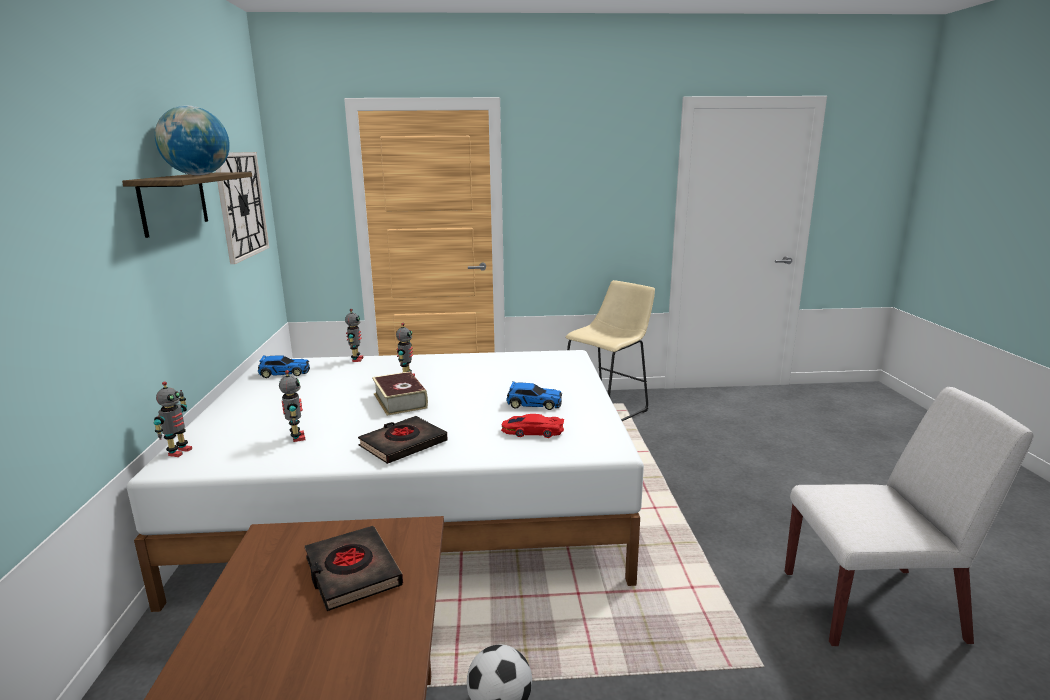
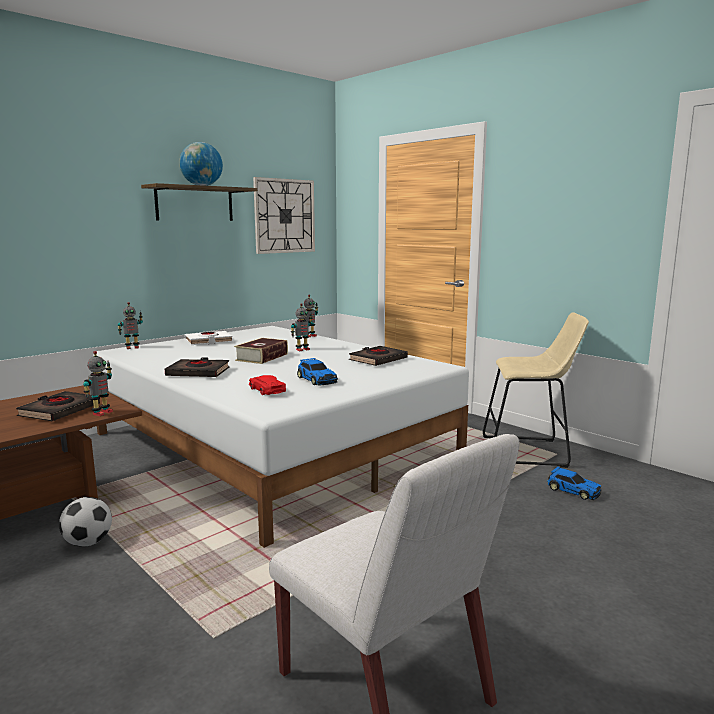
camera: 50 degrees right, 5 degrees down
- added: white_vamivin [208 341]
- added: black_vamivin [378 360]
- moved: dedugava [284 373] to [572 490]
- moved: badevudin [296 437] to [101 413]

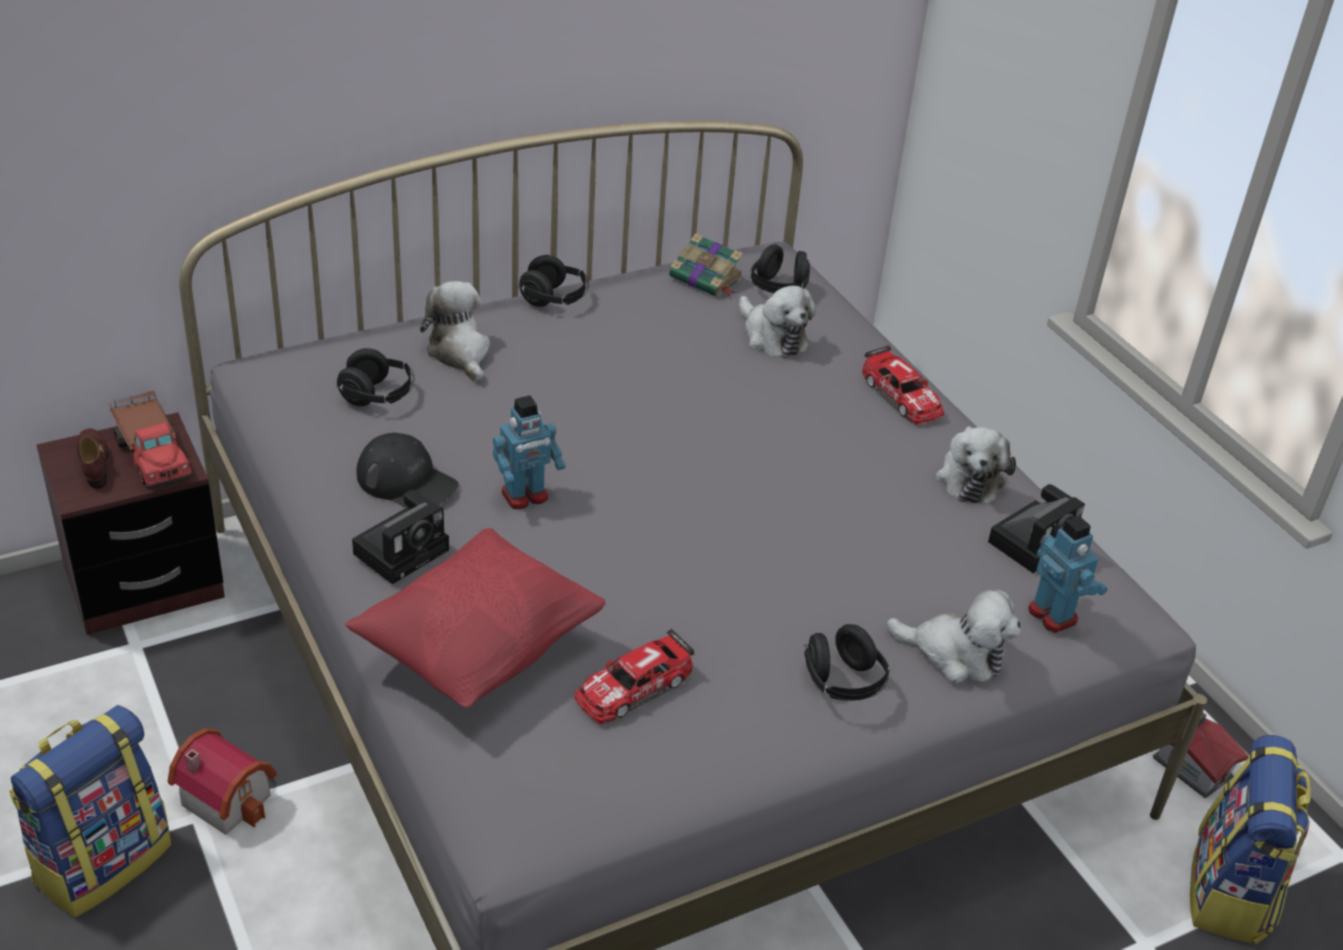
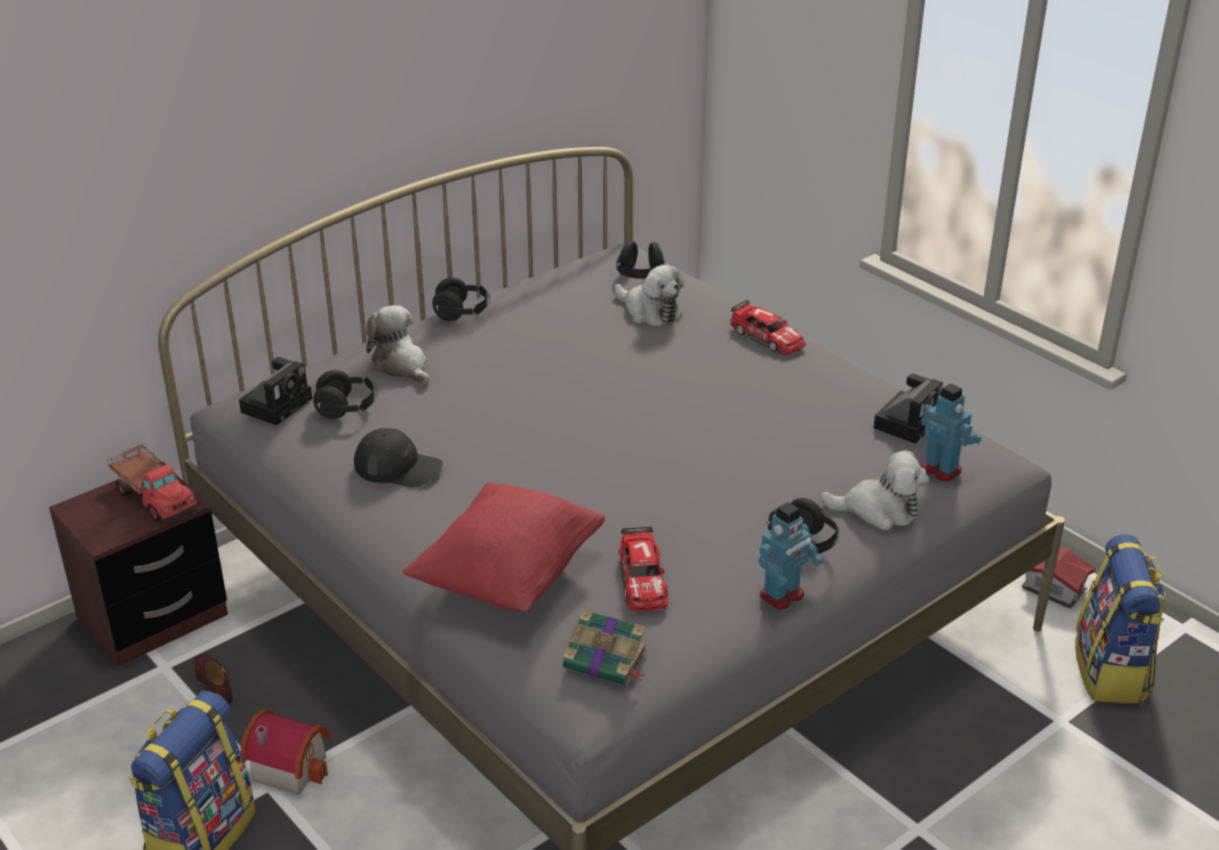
camera: 10 degrees left, 5 degrees down
- removed: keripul [969 477]
- moved: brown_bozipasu [94 462] to [214 682]
- moved: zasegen [403 549] to [278 404]
- moved: badevudin [525 496] to [783 596]
- moved: vamivin [707 278] to [607 660]
- turned: dedugava [634 687] = [642 579] 45 degrees counterclockwise

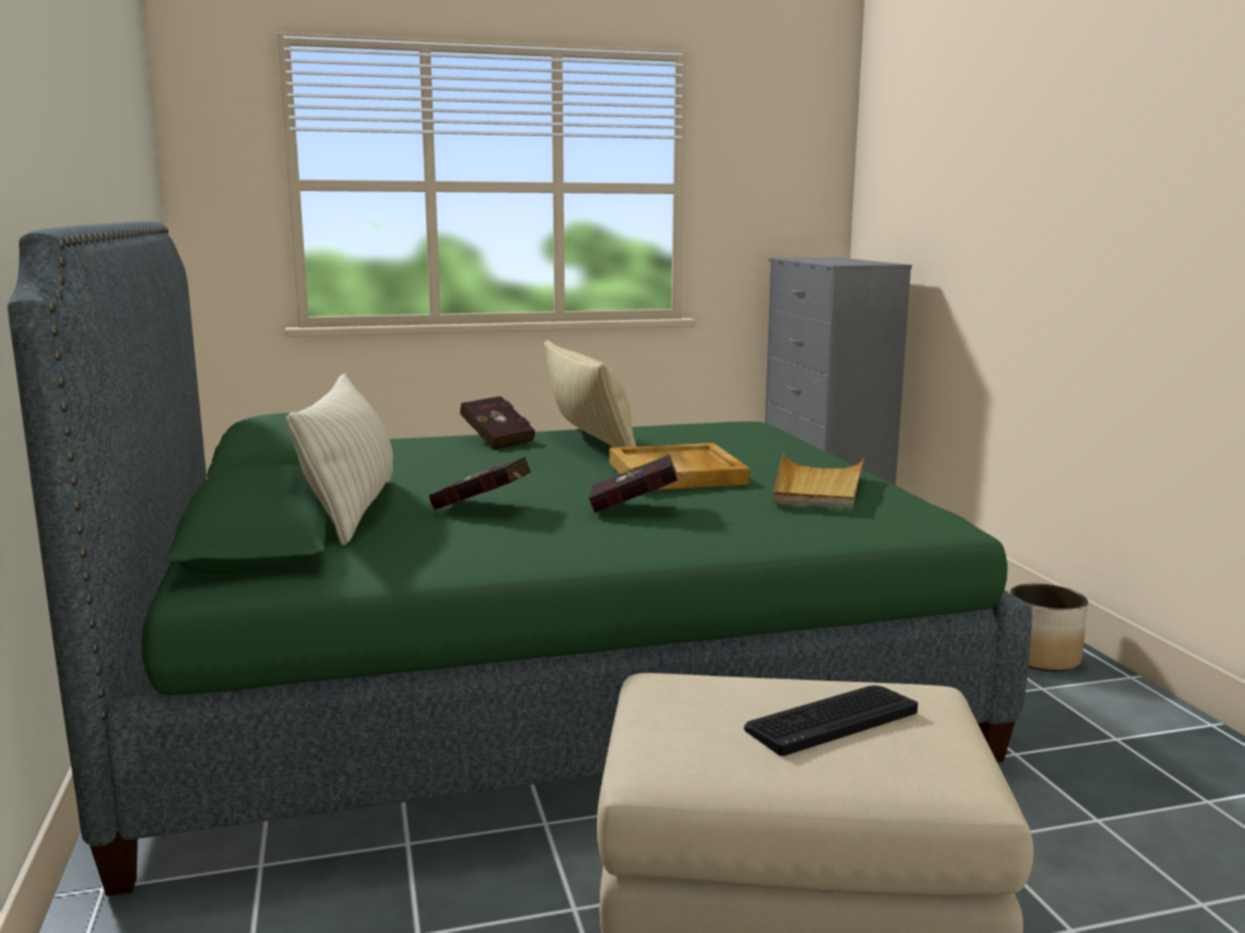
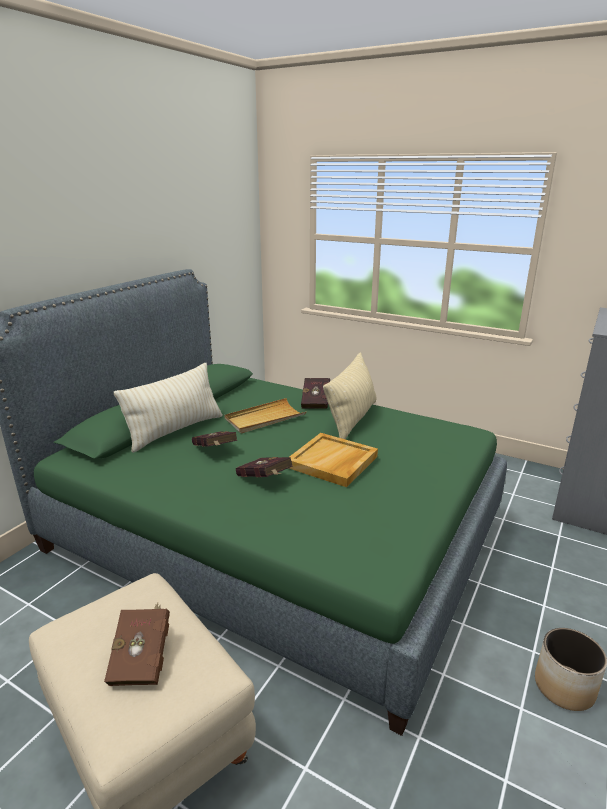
camera: 45 degrees right, 10 degrees up
- moved: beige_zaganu [817 487] to [264 418]
- replaced: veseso [830 720] to brown_vamivin [143 657]

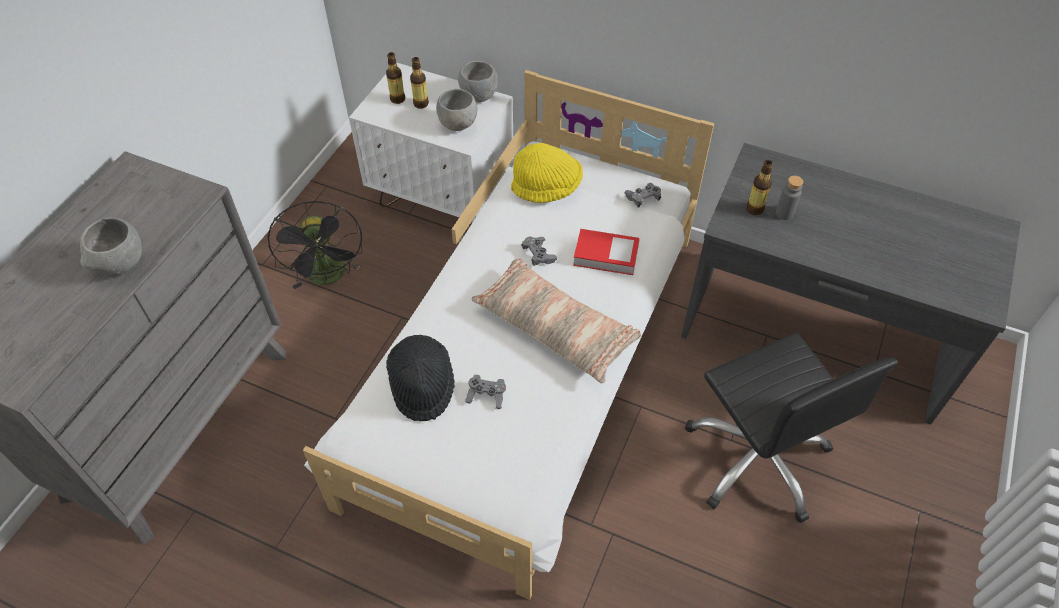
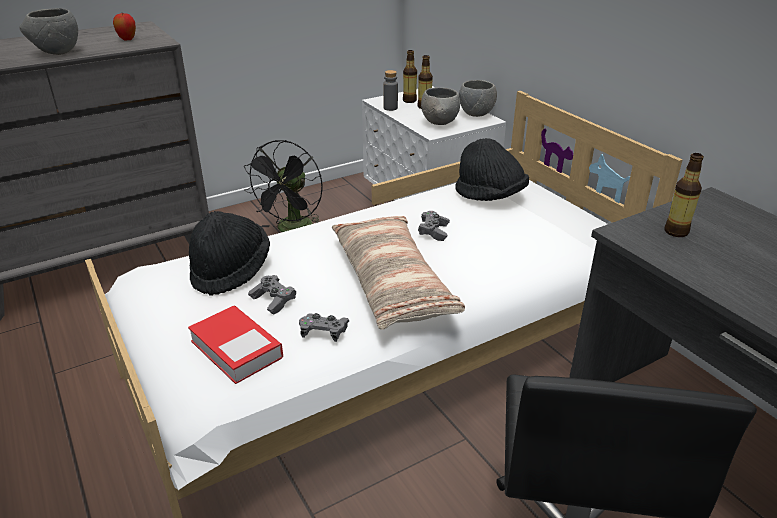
camera: 35 degrees right, 20 degrees down
- added: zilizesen [127 40]
- moved: vamivin [606 255] to [236 349]
- moved: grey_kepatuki [643 198] to [324 333]
- moved: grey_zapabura [784 213] to [390 108]
- recoloured: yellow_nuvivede [547 188] to black_nuvivede [490 196]

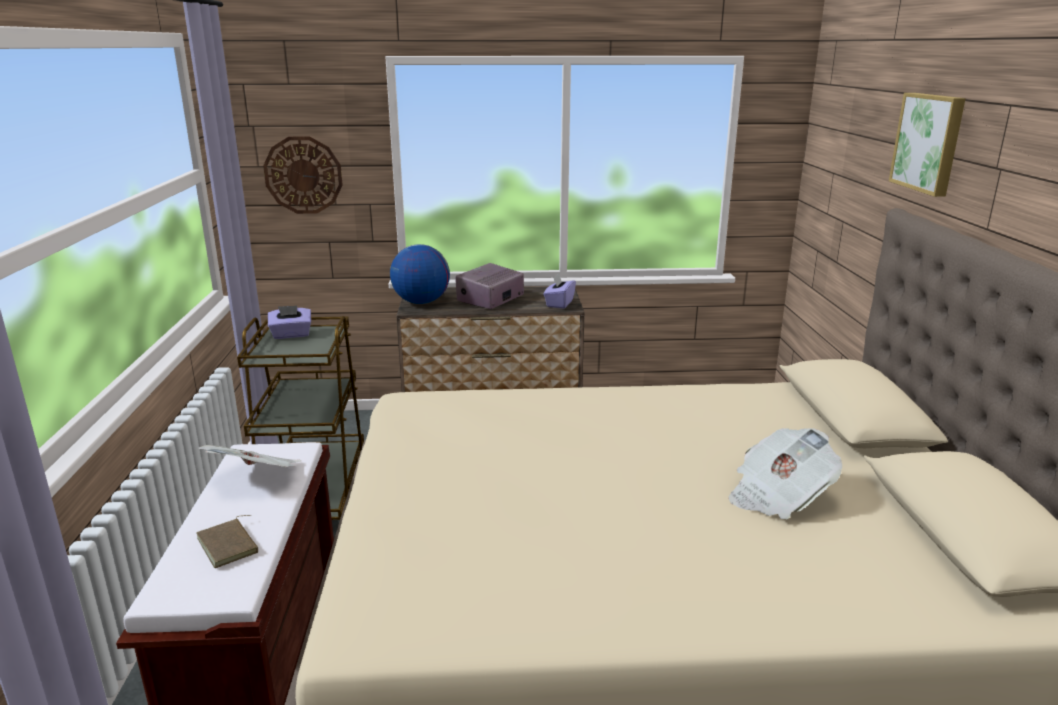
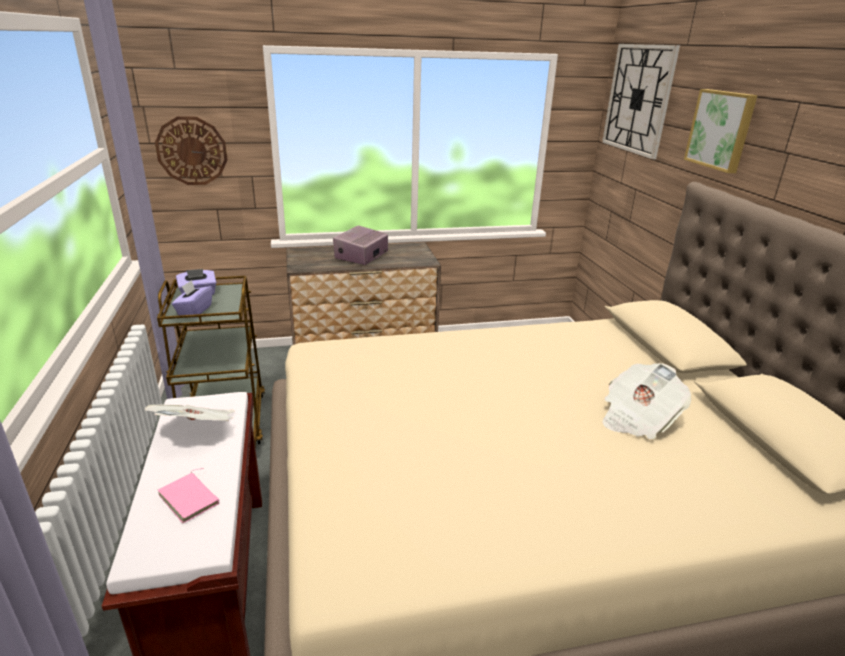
camera: 10 degrees left, 5 degrees up
- removed: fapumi [421 302]
- added: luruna [638 99]
- moved: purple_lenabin [559 303] to [194 311]
- recoloured: brown_vamivin [230 545] to pink_vamivin [191 499]

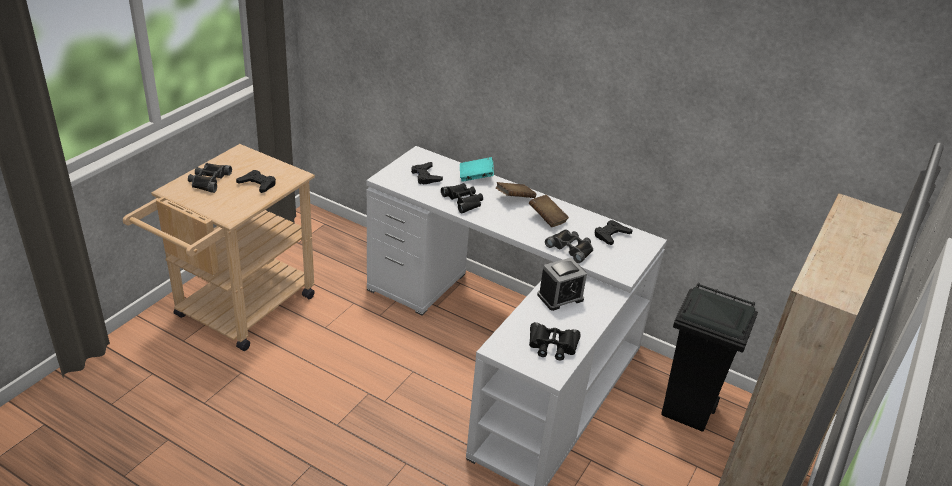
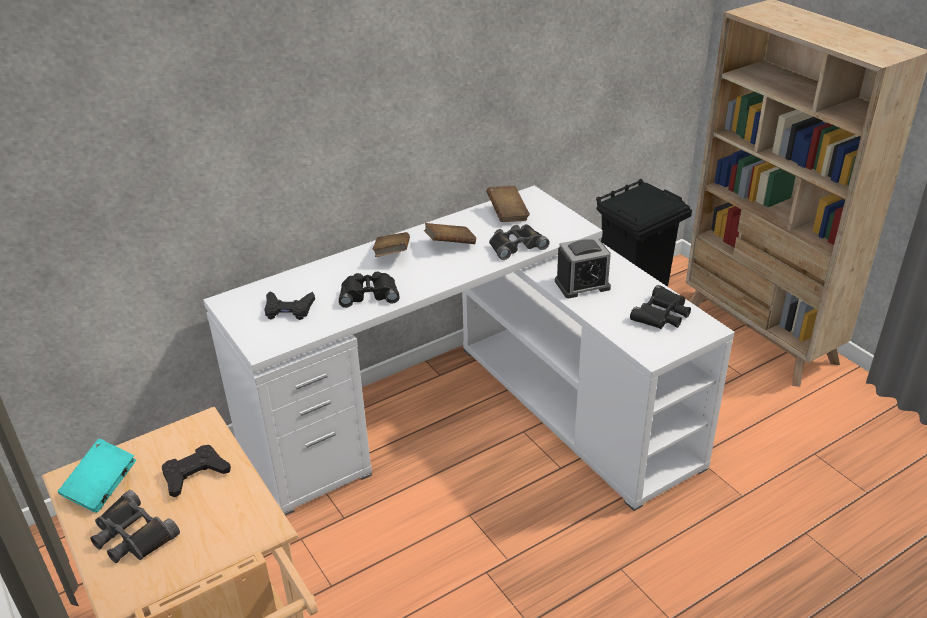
camera: 60 degrees left, 0 degrees up
- moved: turquoise_vamivin [475 177] to [102 487]
- replaced: black_kepatuki [611 235] to brown_vamivin [507 214]
- turned: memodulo [560 297] = [582 285] 75 degrees clockwise

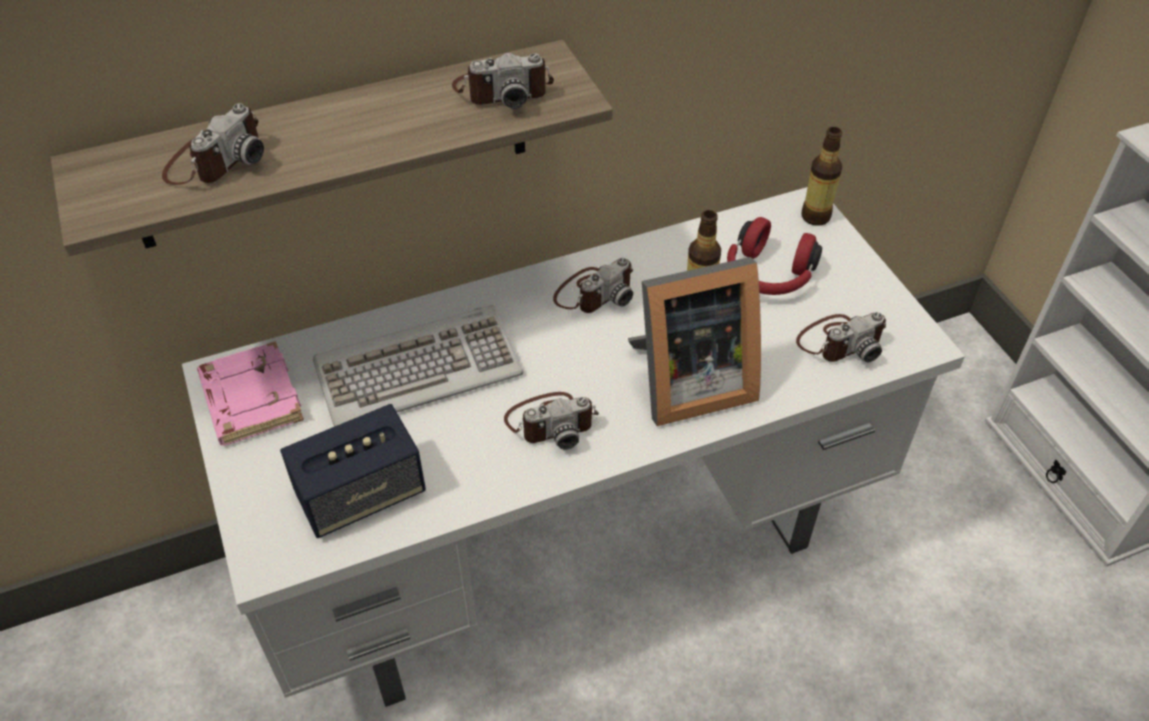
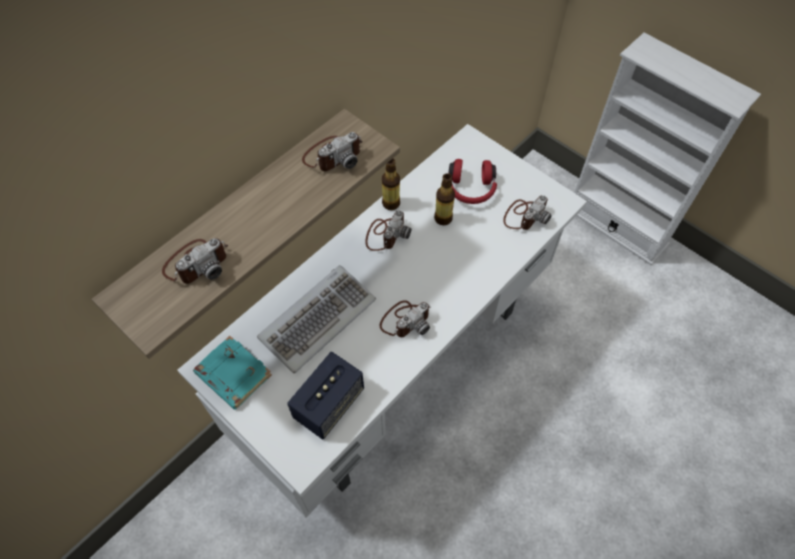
camera: 25 degrees left, 10 degrees up
- removed: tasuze [686 383]
- moved: zapabura [815 216] to [391 203]
- recoloured: pink_vamivin [250 399] to turquoise_vamivin [232 375]
- turned: zasegen [215 159] = [197 263] 45 degrees clockwise

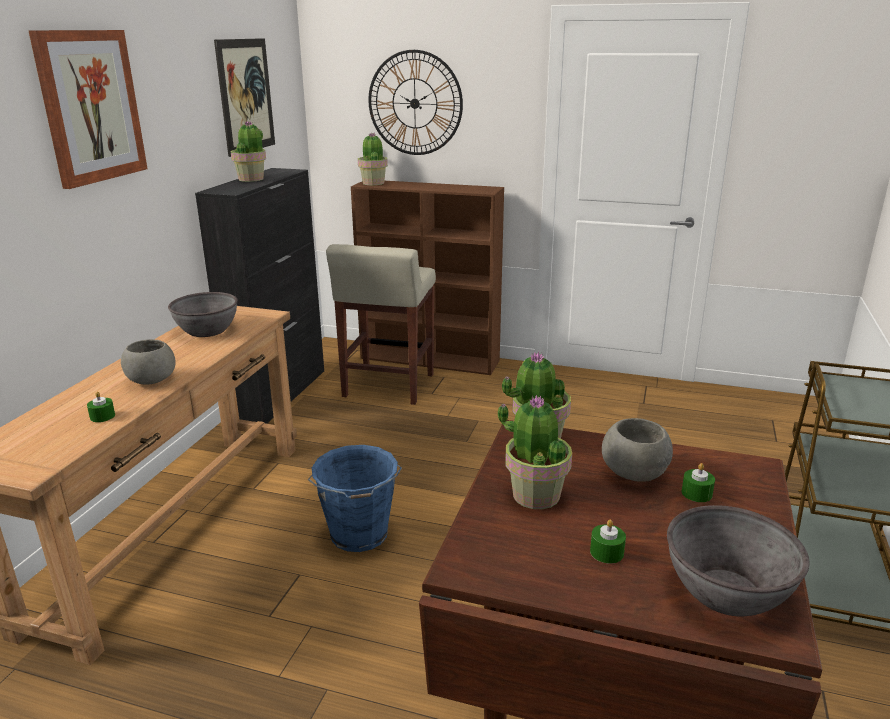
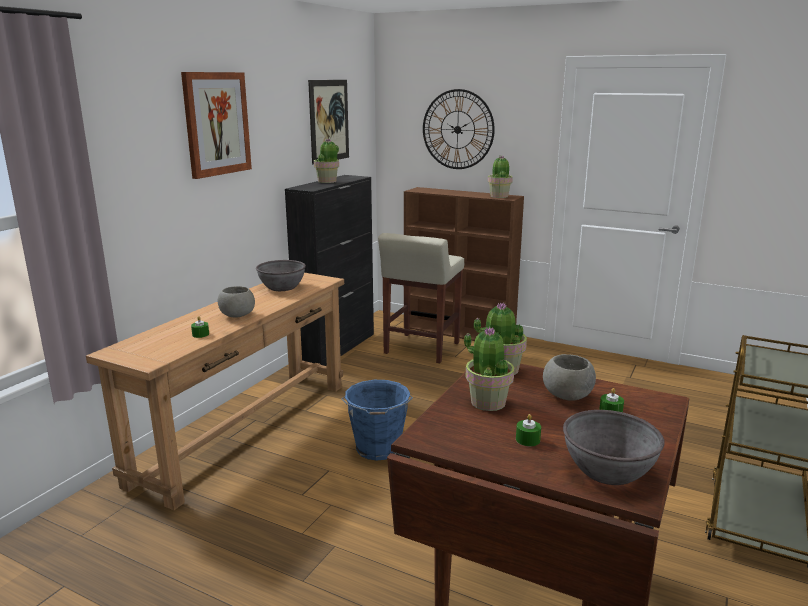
camera: 10 degrees right, 5 degrees down
- moved: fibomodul [373 183] to [499 196]

